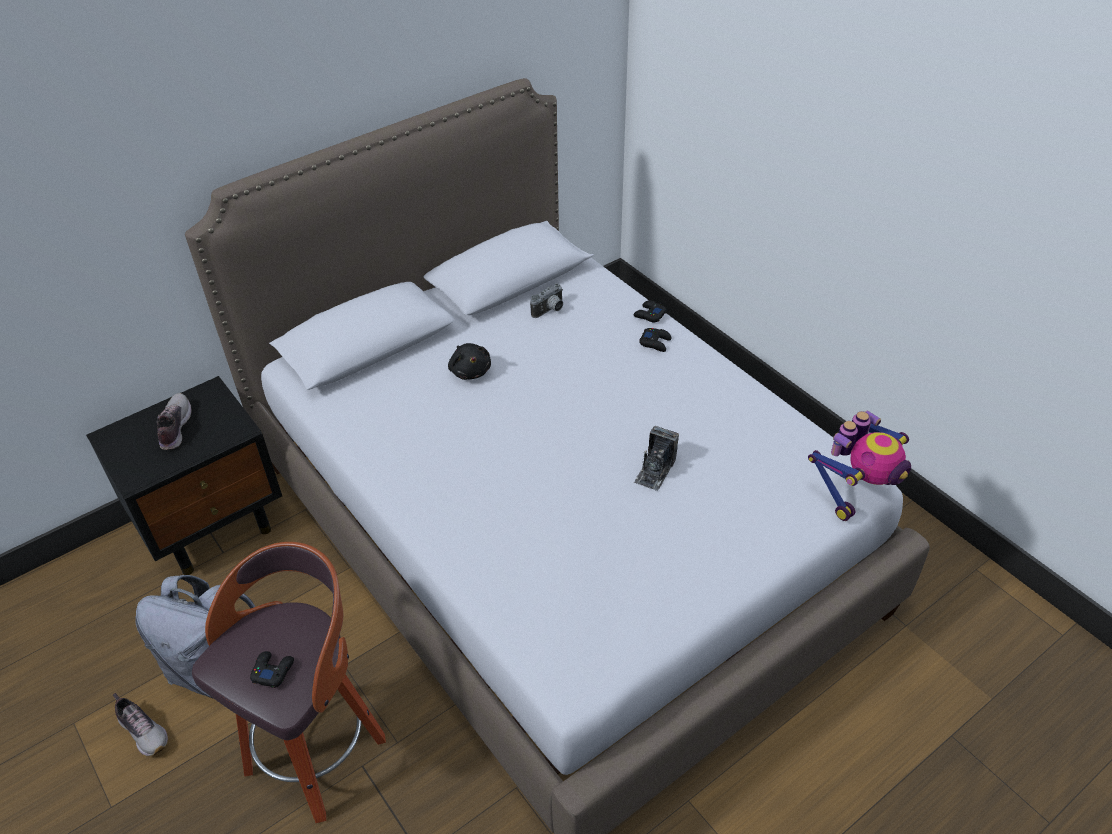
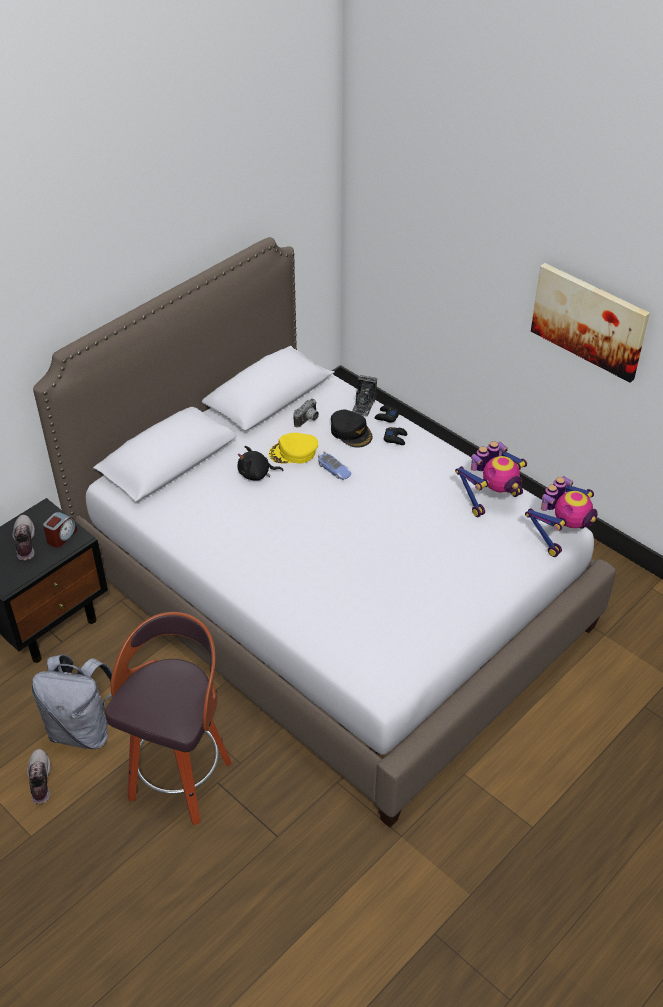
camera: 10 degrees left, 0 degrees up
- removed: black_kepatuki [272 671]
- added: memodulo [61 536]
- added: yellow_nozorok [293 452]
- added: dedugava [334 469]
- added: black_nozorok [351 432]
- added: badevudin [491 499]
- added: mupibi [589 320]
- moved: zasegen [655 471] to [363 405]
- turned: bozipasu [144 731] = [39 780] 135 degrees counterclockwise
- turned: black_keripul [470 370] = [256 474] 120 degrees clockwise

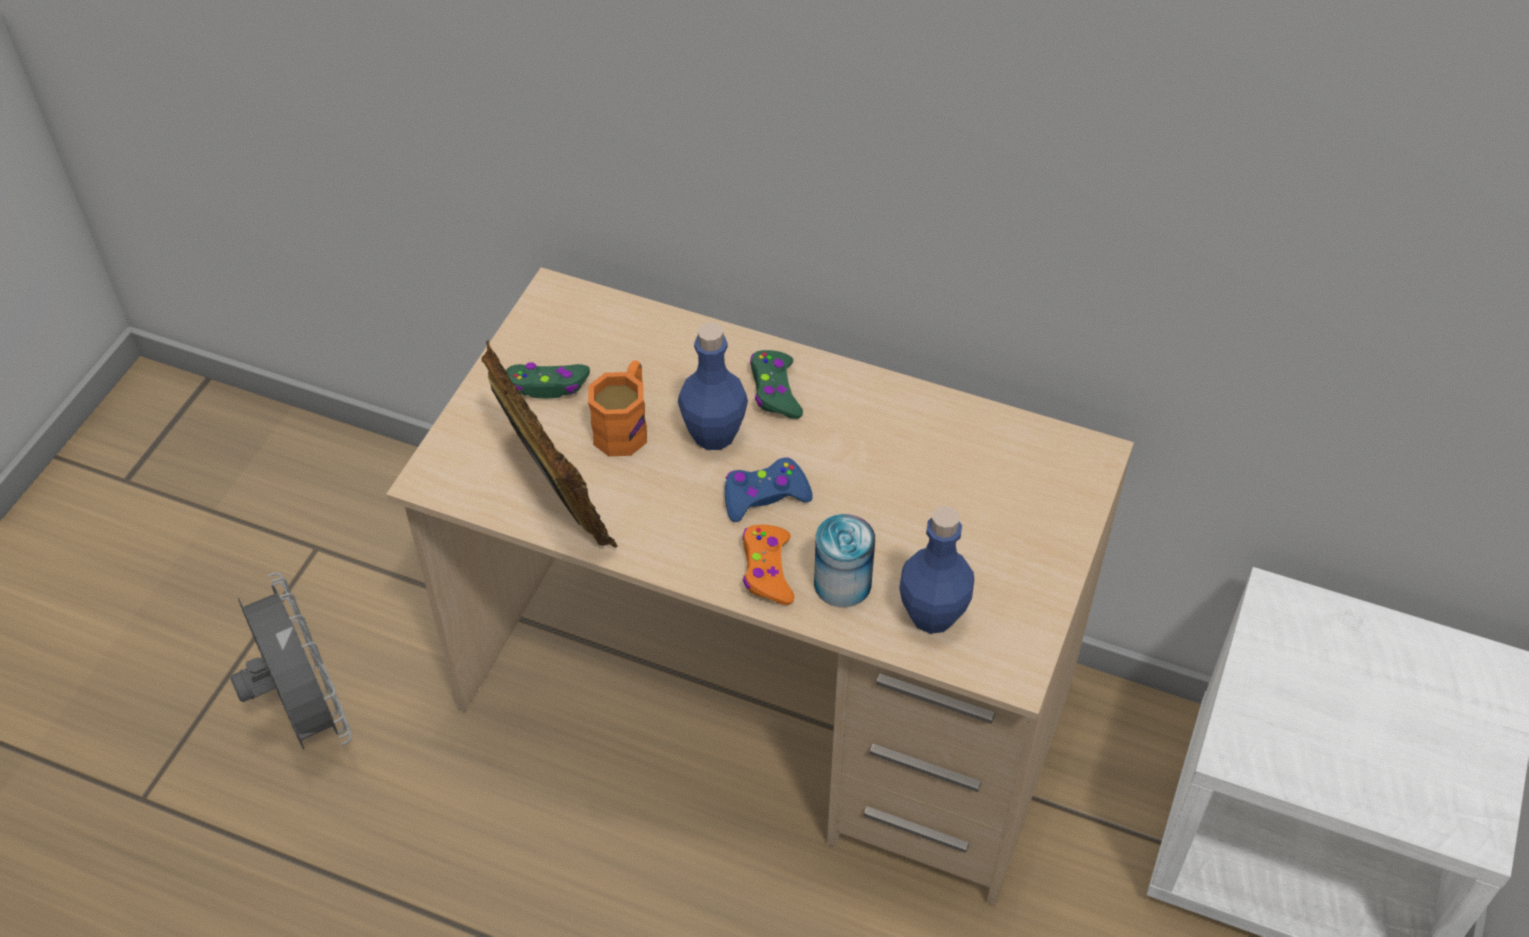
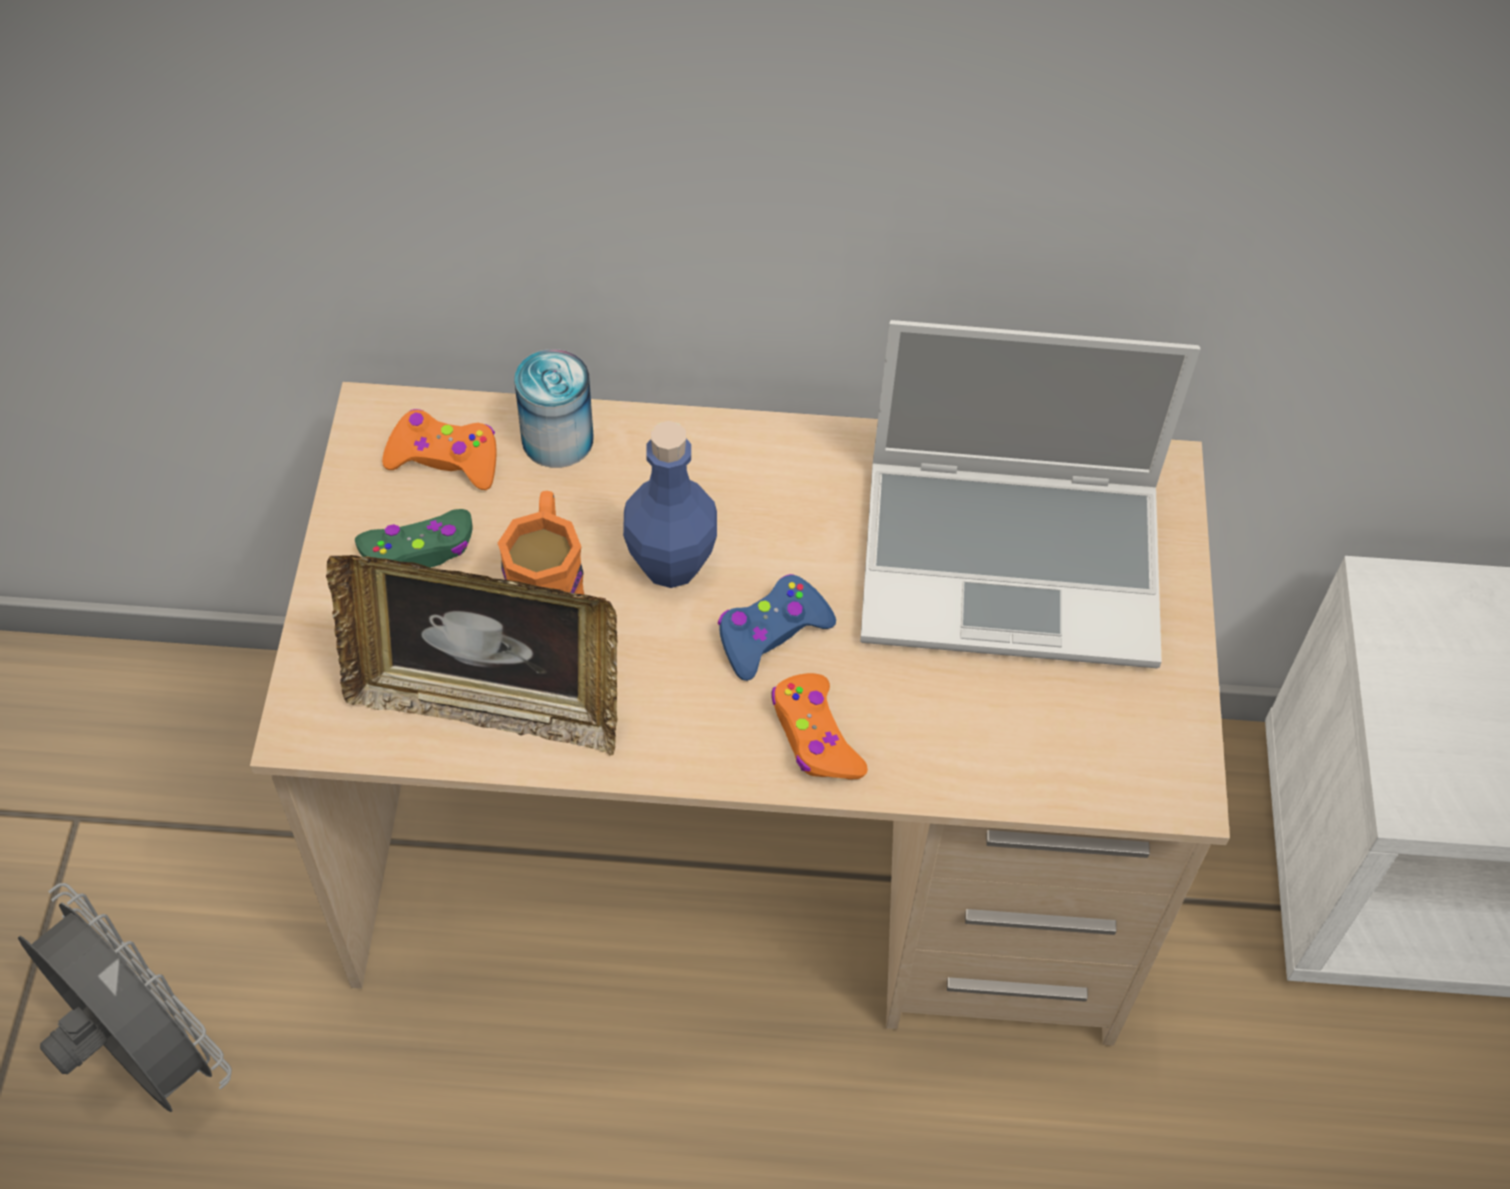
camera: 20 degrees left, 5 degrees up
- removed: green_kepatuki [775 391]
- removed: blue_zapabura [932 615]
- added: orange_kepatuki [445 458]
- added: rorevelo [1014 563]
- moved: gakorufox [842 583] to [557 439]
- turned: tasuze [553 494] = [487 704] 150 degrees clockwise

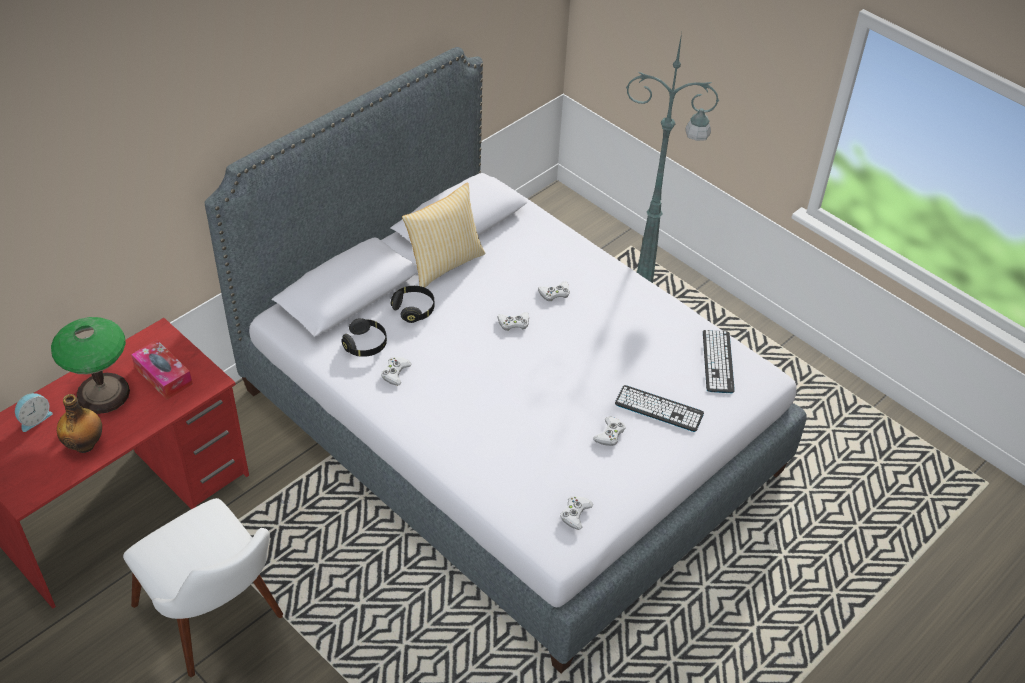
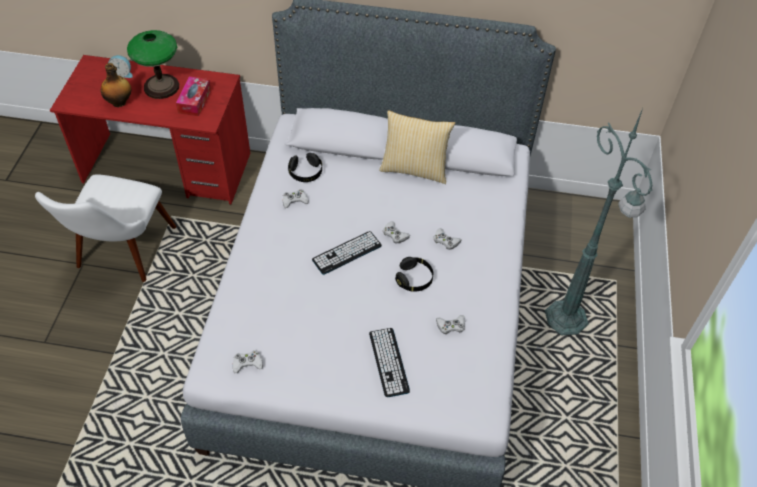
camera: 55 degrees right, 5 degrees up
- moved: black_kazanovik [414 309] to [414 279]
- moved: white_kepatuki [610 434] to [451 326]
- moved: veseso [718 361] to [347 253]

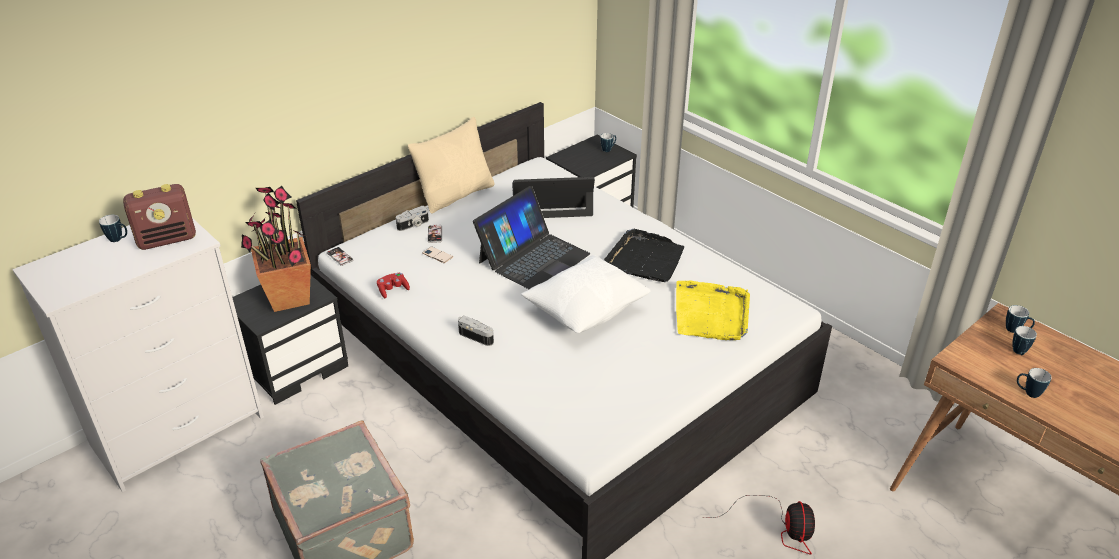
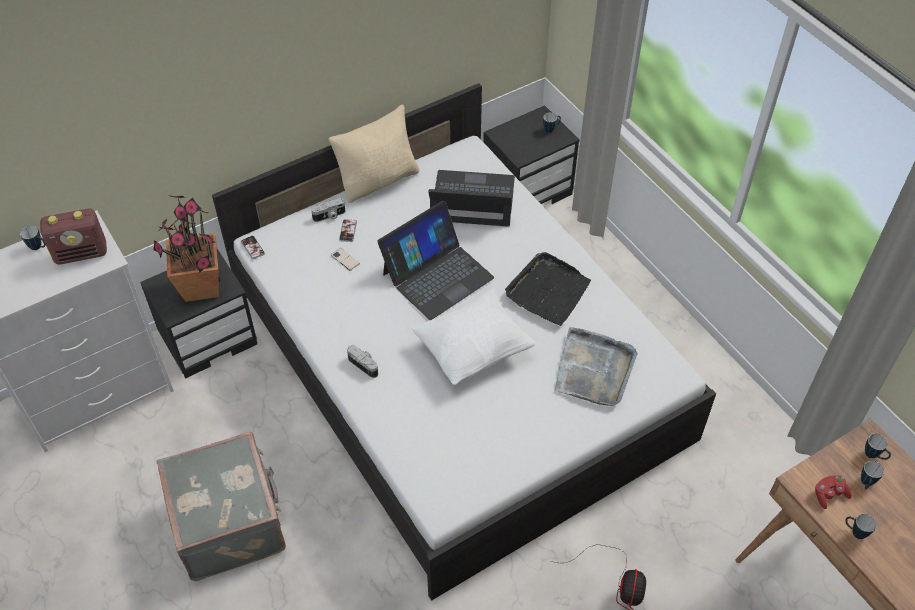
camera: 10 degrees right, 15 degrees up
- moved: red_kepatuki [393 290] to [829 494]
- recoloured: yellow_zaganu [711 314] to grey_zaganu [594 370]

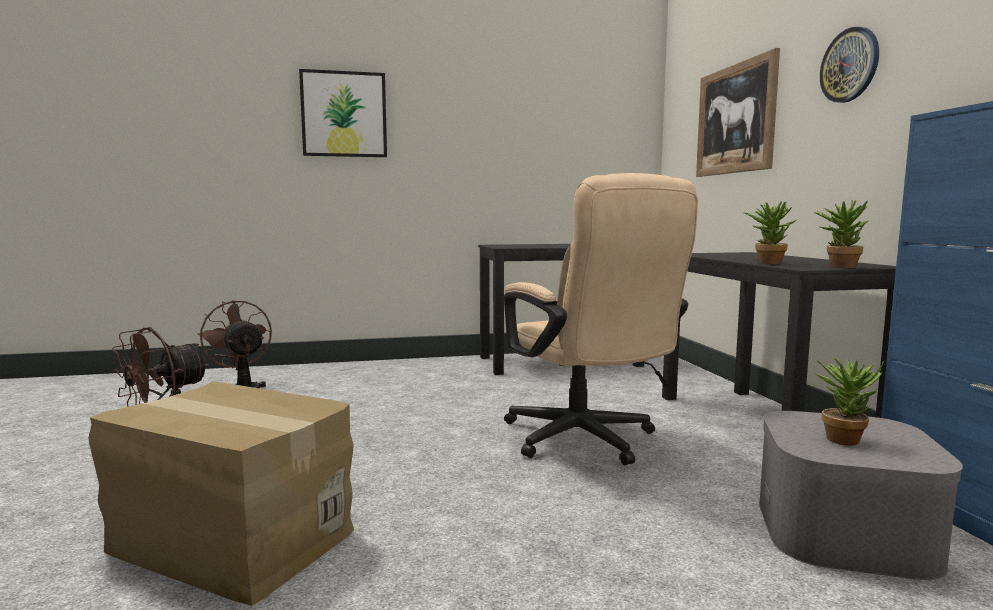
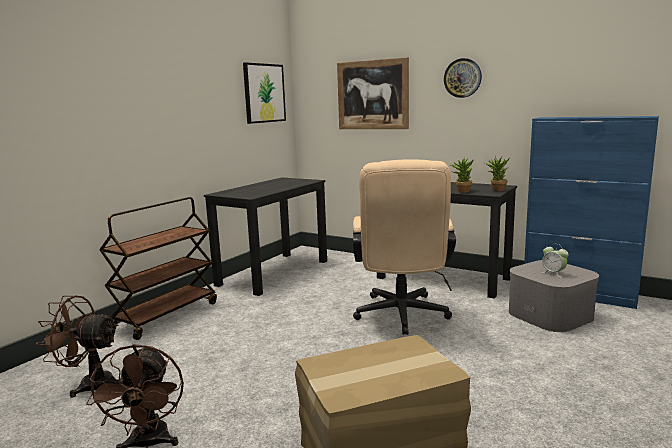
camera: 45 degrees left, 5 degrees up
- added: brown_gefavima [166 315]
- moved: mupibi [344 114] to [264 93]
- replaced: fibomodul [845 439] to memodulo [553 273]
- turned: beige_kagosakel [587 442] = [401 317] 75 degrees clockwise

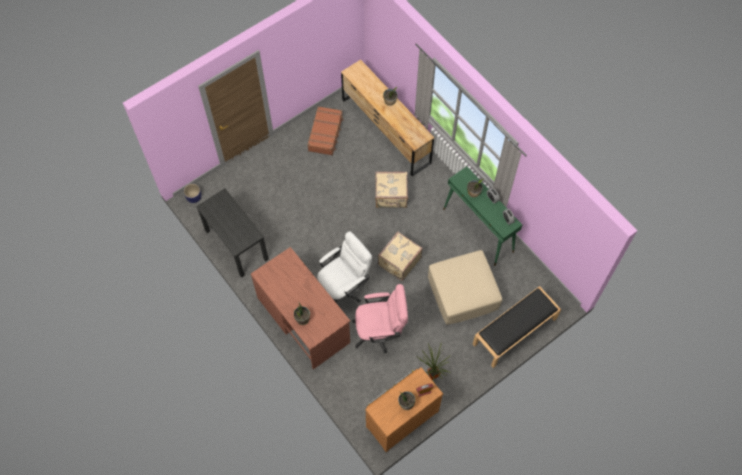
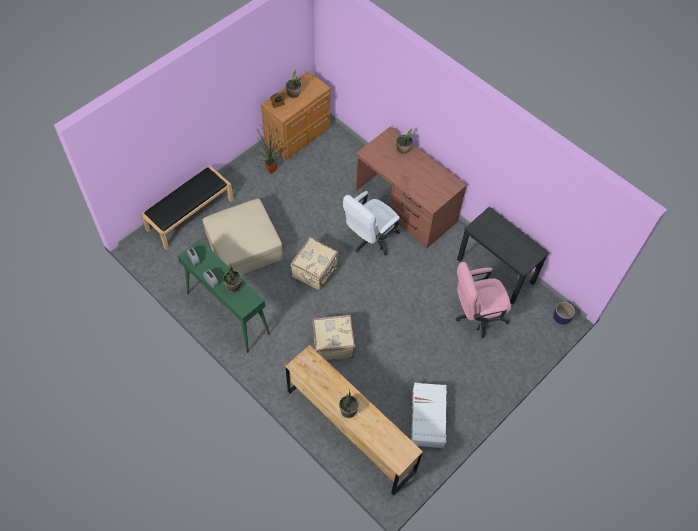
camera: 170 degrees right, 5 degrees down
- moved: pink_kagosakel [380 331] to [476 315]
- recoloured: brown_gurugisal [326 134] to white_gurugisal [427 418]

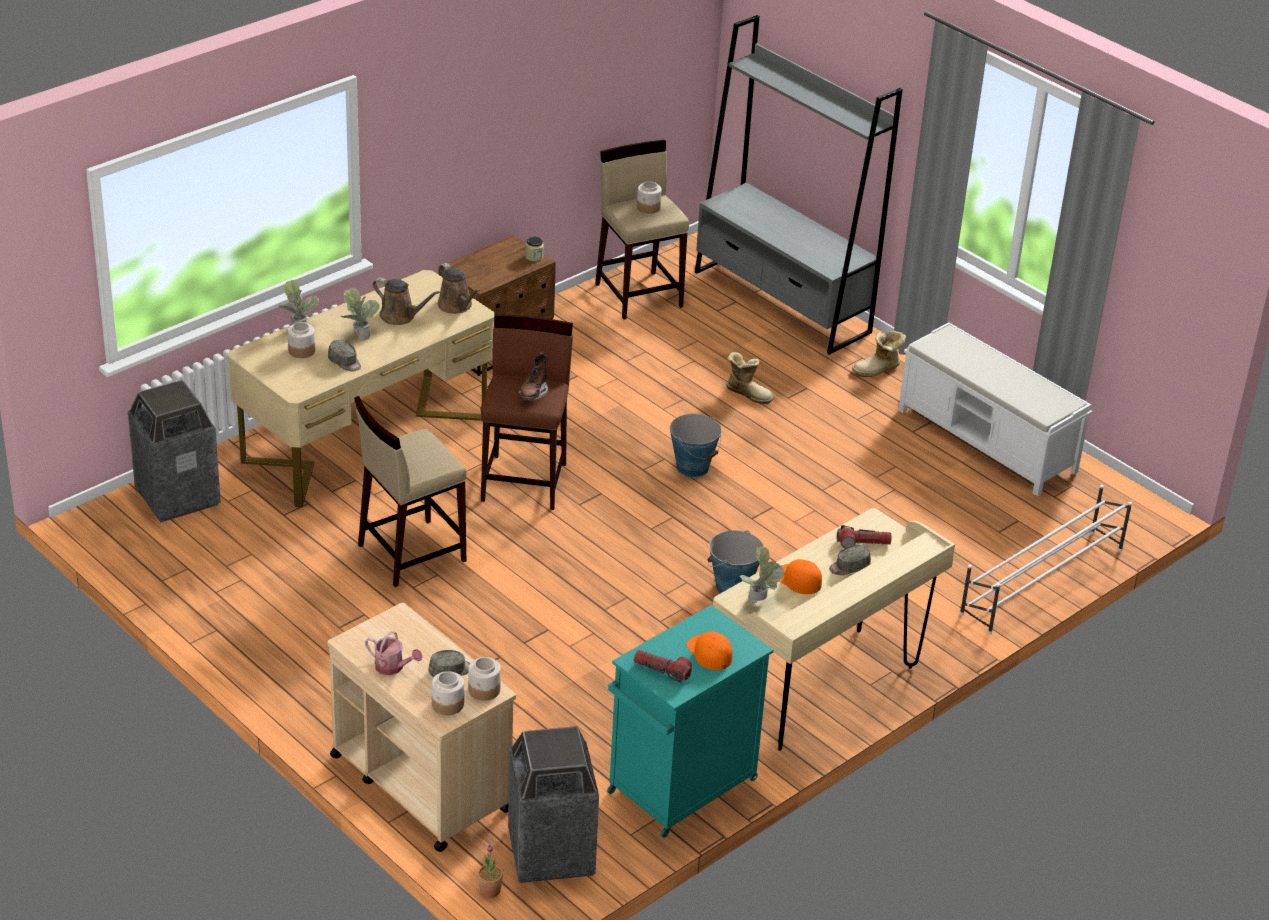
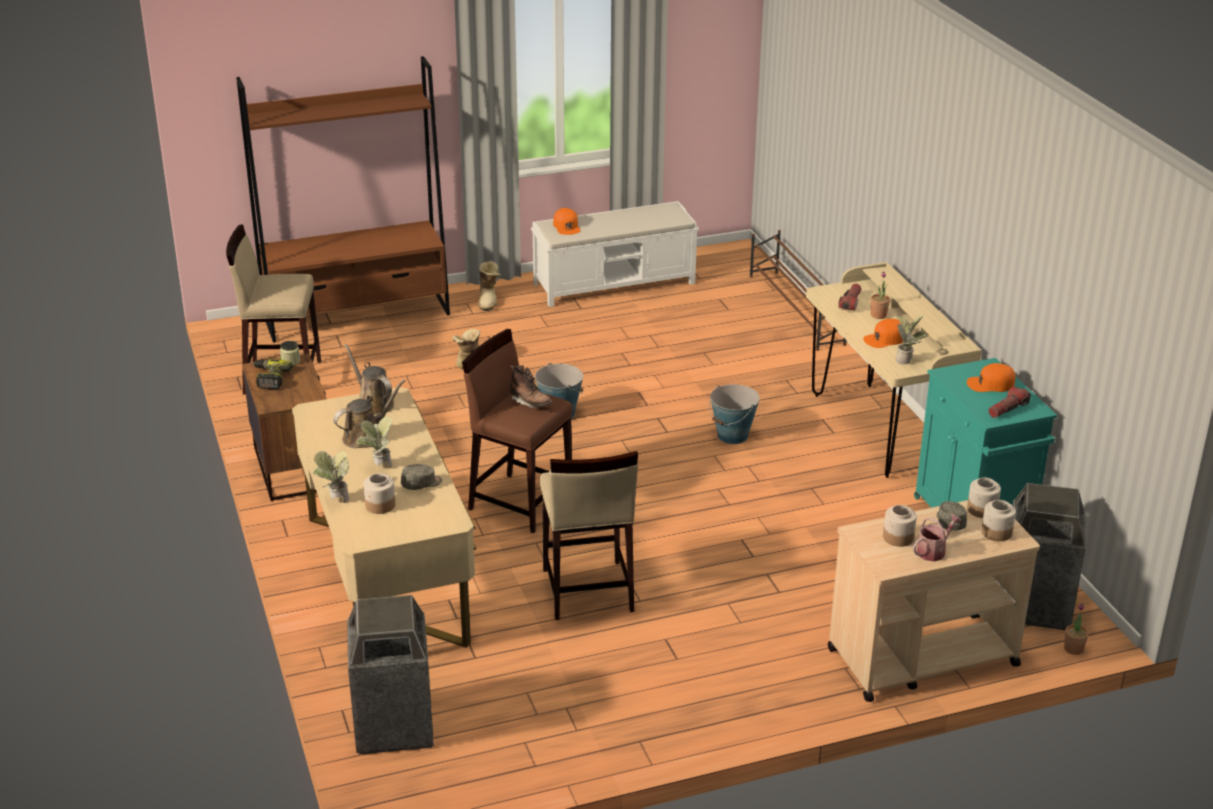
camera: 65 degrees left, 5 degrees down
- added: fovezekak [269 378]
- added: orange_nozorok [567 226]
- moved: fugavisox [648 207] to [898 537]
- replaced: grey_nozorok [849 567] to fibomodul [878 315]
- recoloured: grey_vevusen [782 302] to brown_vevusen [357 315]
- recoloured: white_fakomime [1041 581] to brown_fakomime [796 310]
- turned: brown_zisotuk [456 306] = [373 403] 120 degrees counterclockwise

